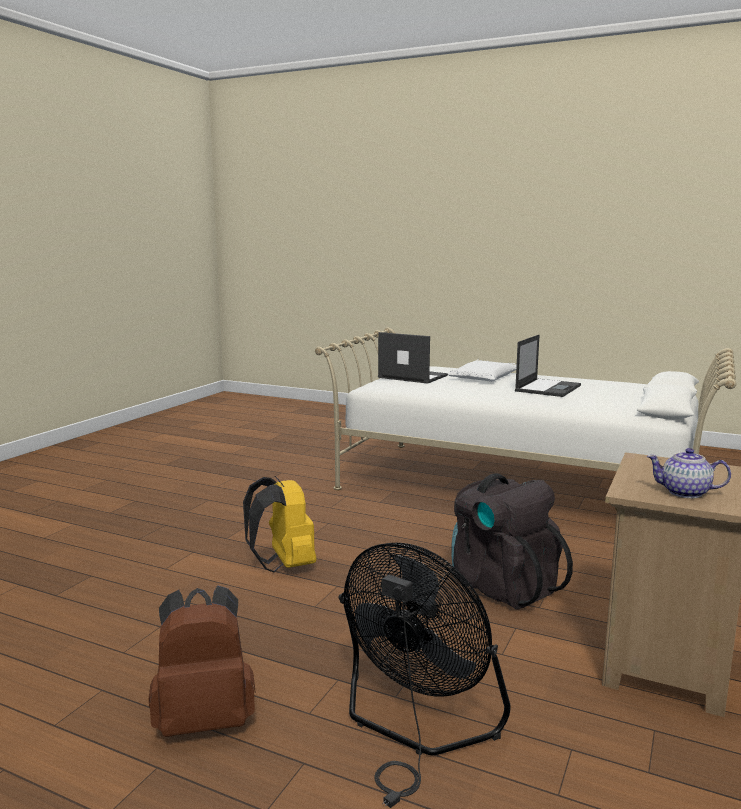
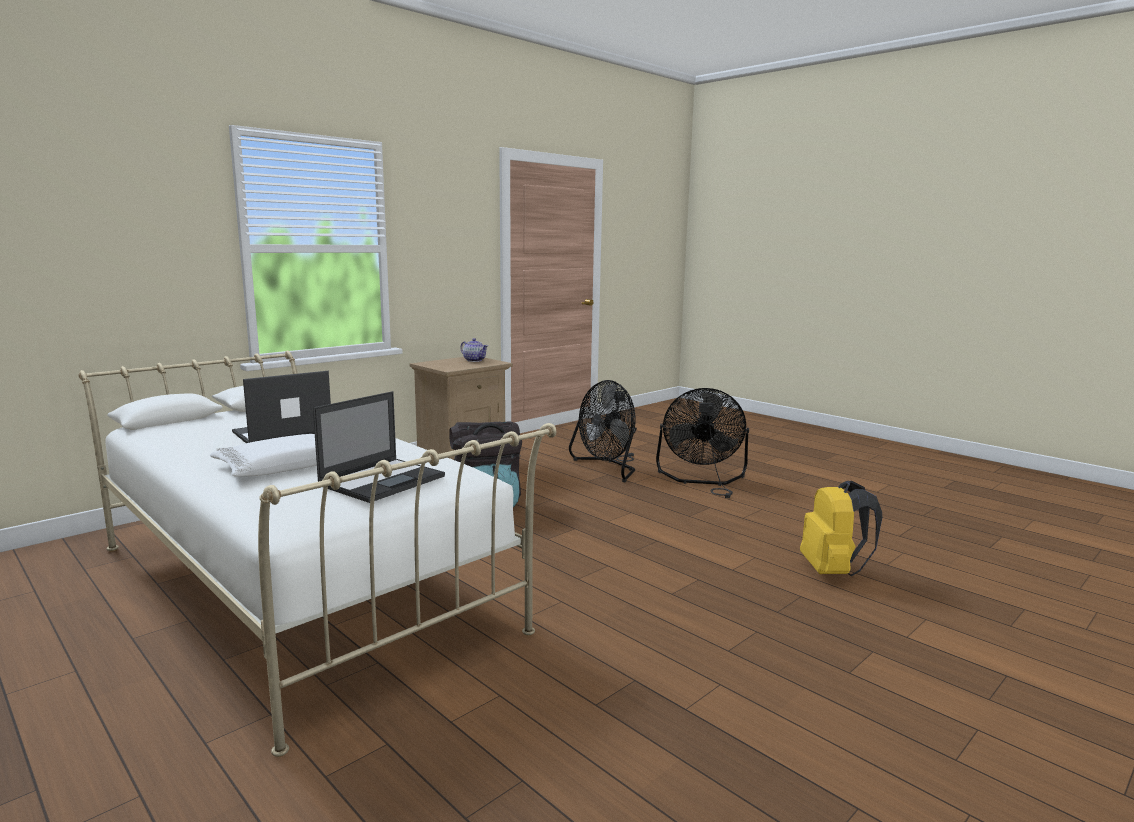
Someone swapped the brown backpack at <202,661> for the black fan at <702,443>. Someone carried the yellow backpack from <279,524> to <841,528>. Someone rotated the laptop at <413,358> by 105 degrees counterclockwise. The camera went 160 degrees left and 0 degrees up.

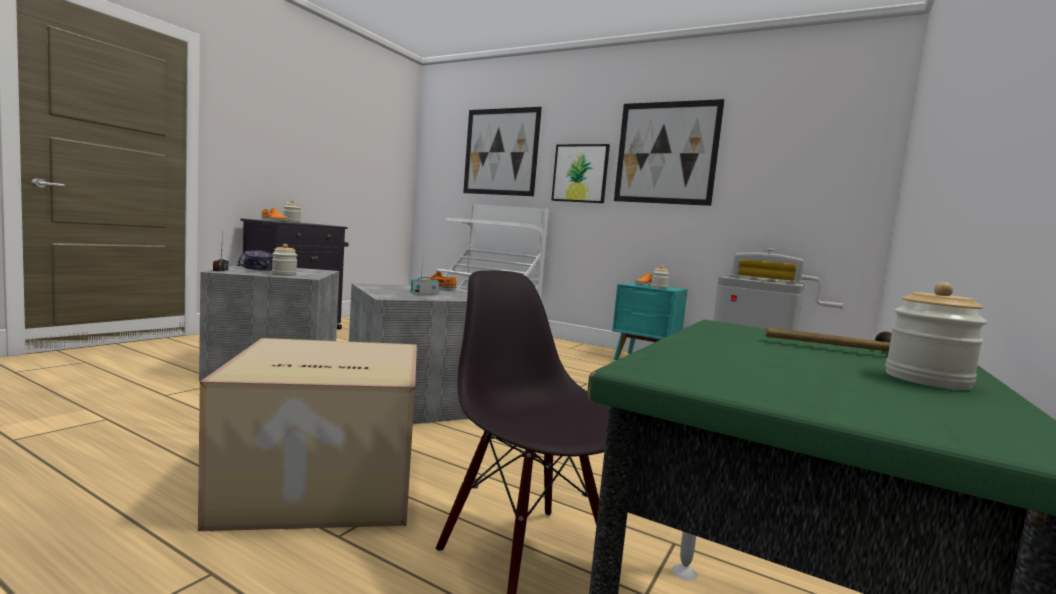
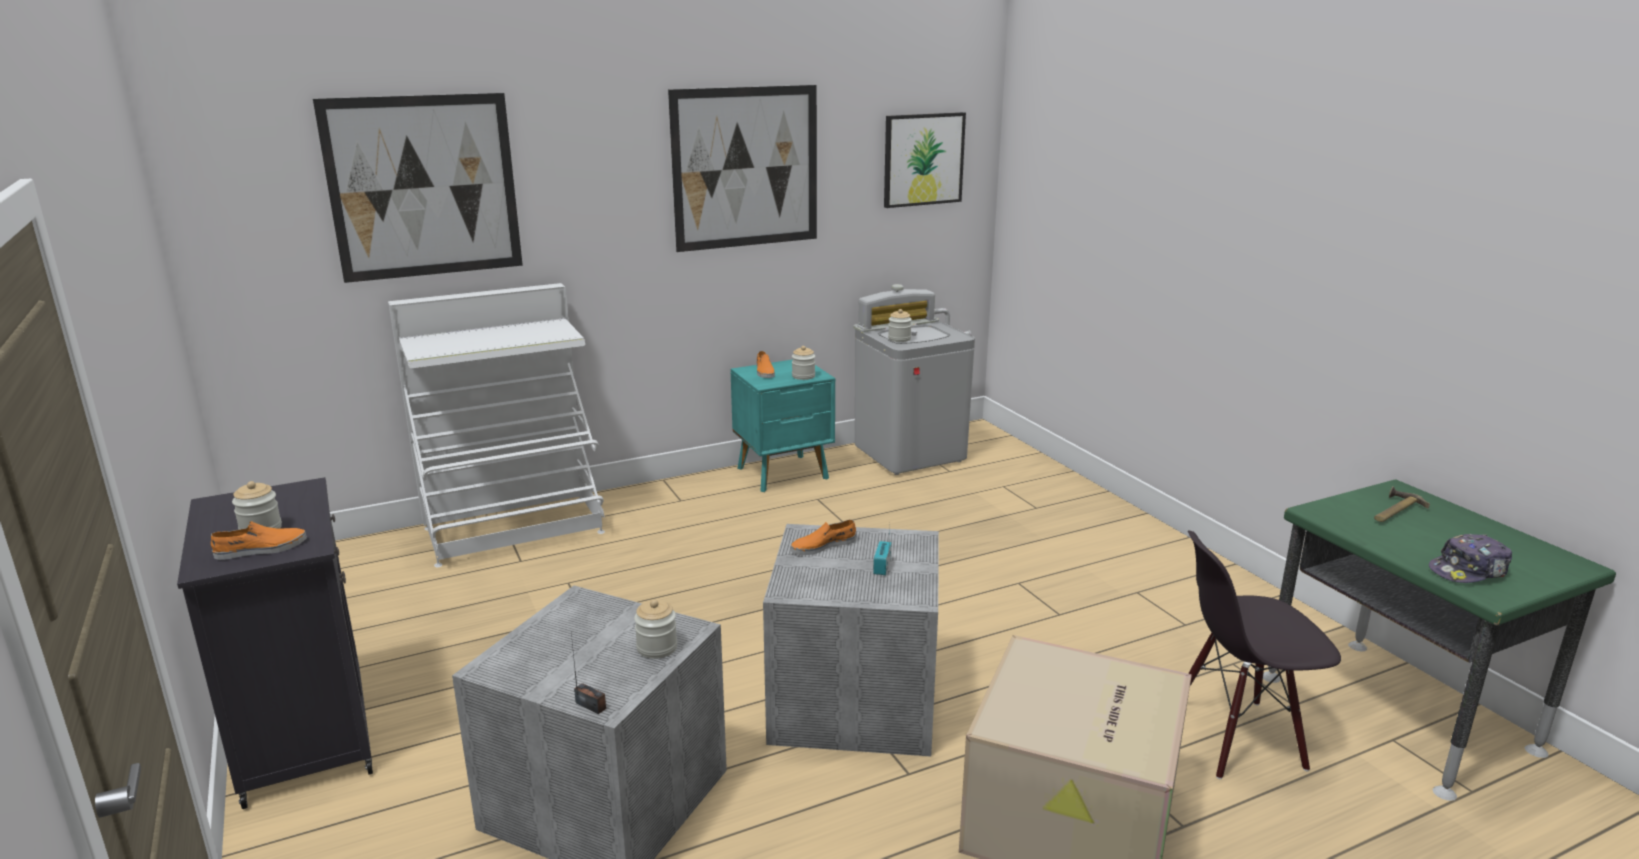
Someone carried the cap from <254,260> to <1470,558>. Someone carried the picture from <580,173> to <925,160>. Someone carried the jar from <936,336> to <900,325>. The camera went 55 degrees left and 15 degrees up.

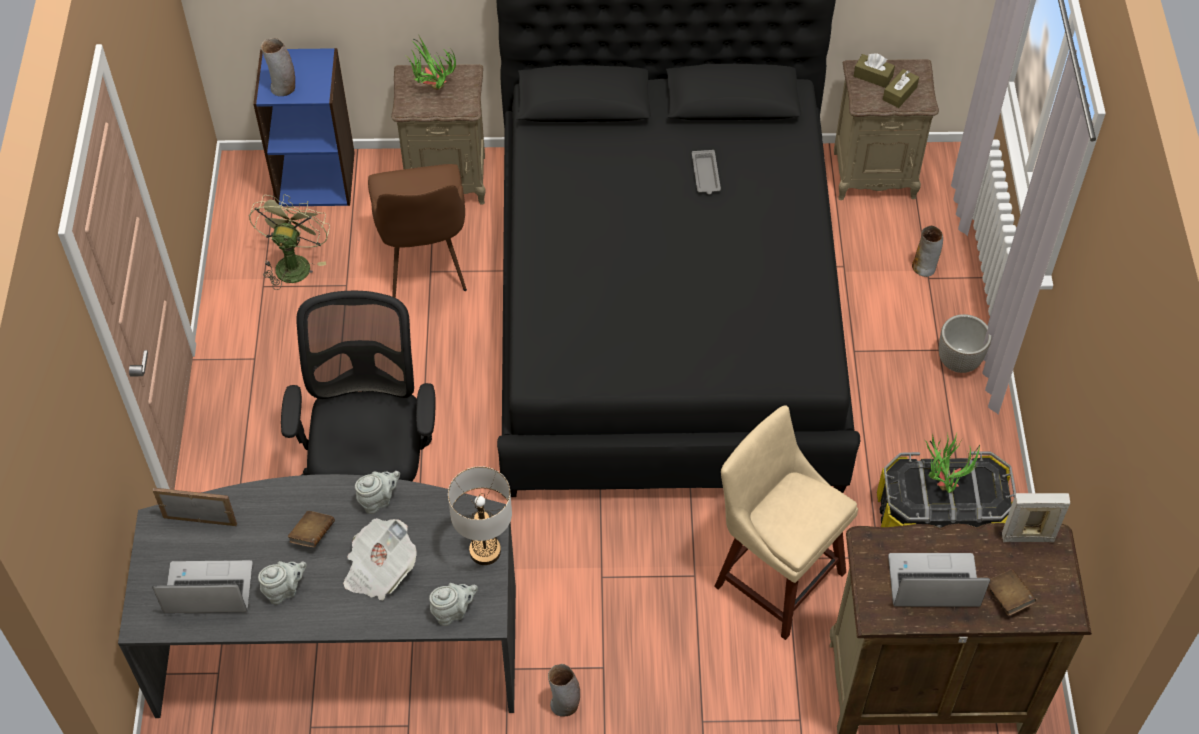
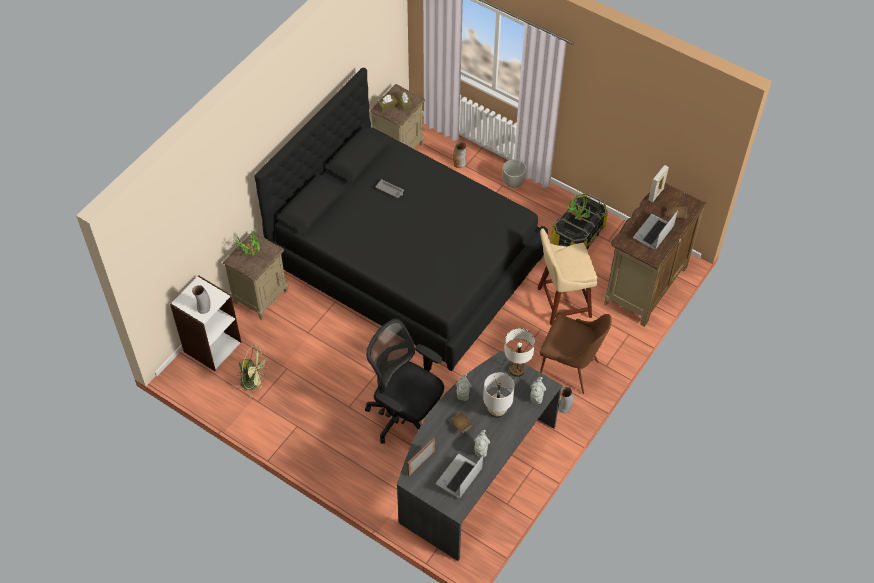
Someone rotated the green fan at <289,242> by 150 degrees clockwise. Someone repainted the blue bookcase at <304,127>, which became the white bookcase at <205,323>. Someone swapped the newspaper at <379,559> for the white table lamp at <499,395>. Someone carried the brown chair from <417,231> to <576,354>. The camera went 55 degrees left and 0 degrees up.

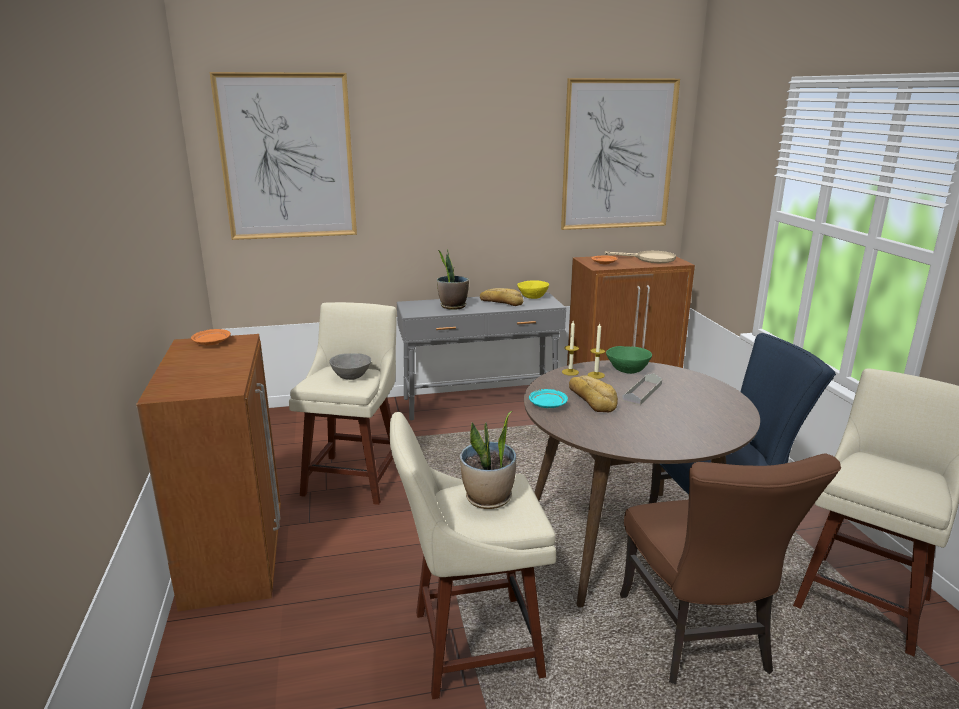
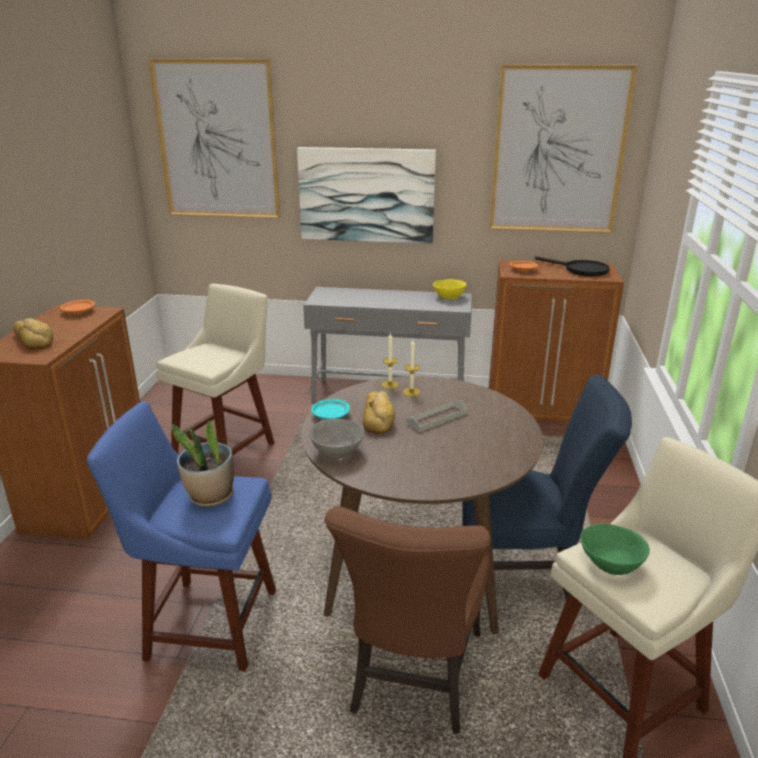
Someone carried the grey bowl from <350,366> to <336,439>. Someone repainted the beige stool at <473,555>, which became the blue stool at <181,536>. Someone took away the potted plant at <453,279>. Someone carried the bread from <501,297> to <33,334>. Someone repainted the beige frying pan at <640,257>, which became the black frying pan at <572,266>. Someone carried the green bowl from <629,360> to <615,549>. Someone put up the picture at <366,195>. The camera went 20 degrees right and 5 degrees up.

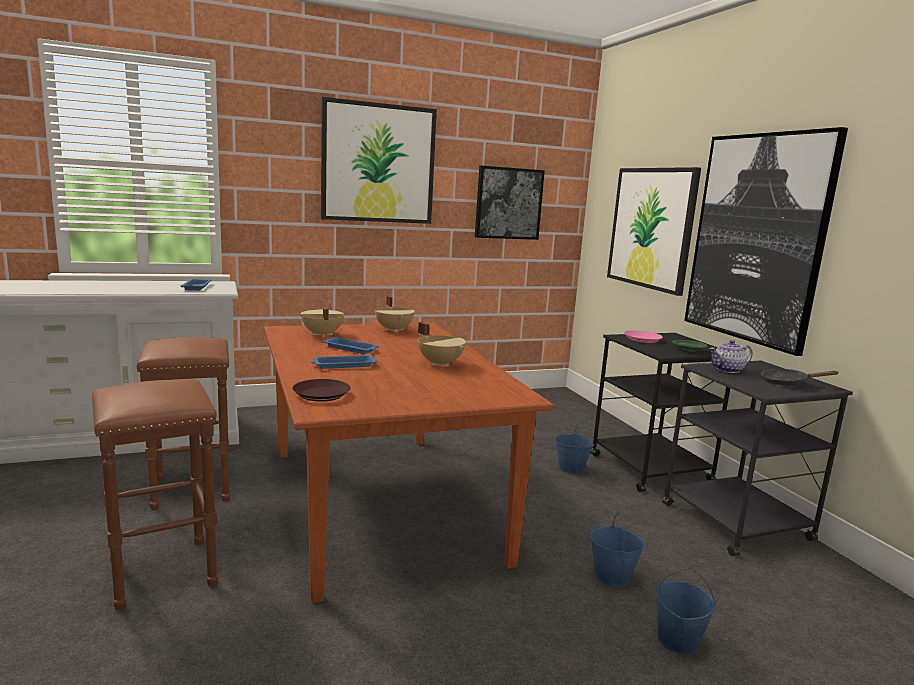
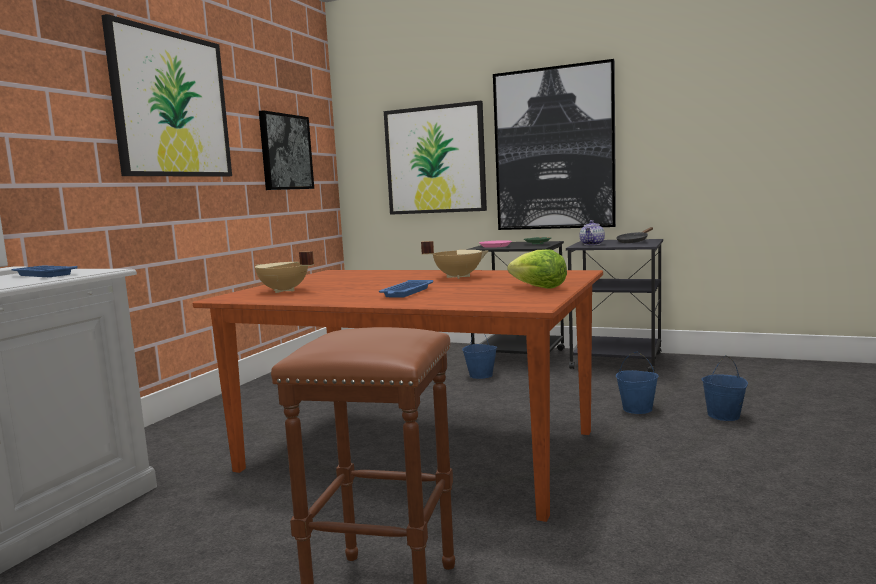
Someone took away the brown stool at <183,423>. Someone took away the brown plate at <321,390>. Someone took away the blue tray at <350,345>. Someone took away the beige cooking pot at <395,314>. Someone put down the lettuce at <537,269>. The camera went 45 degrees left and 5 degrees down.

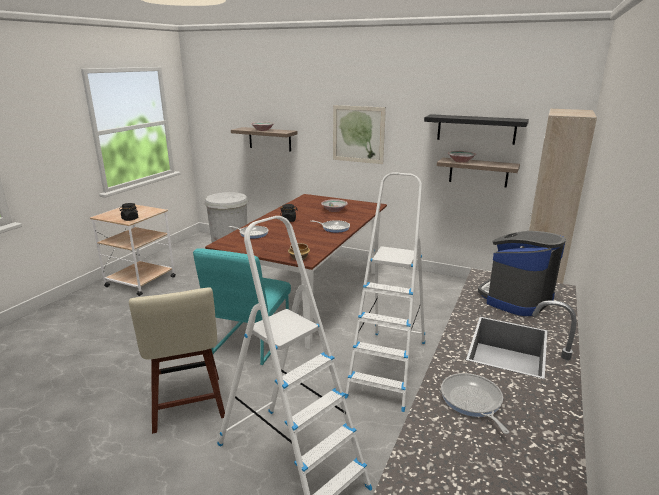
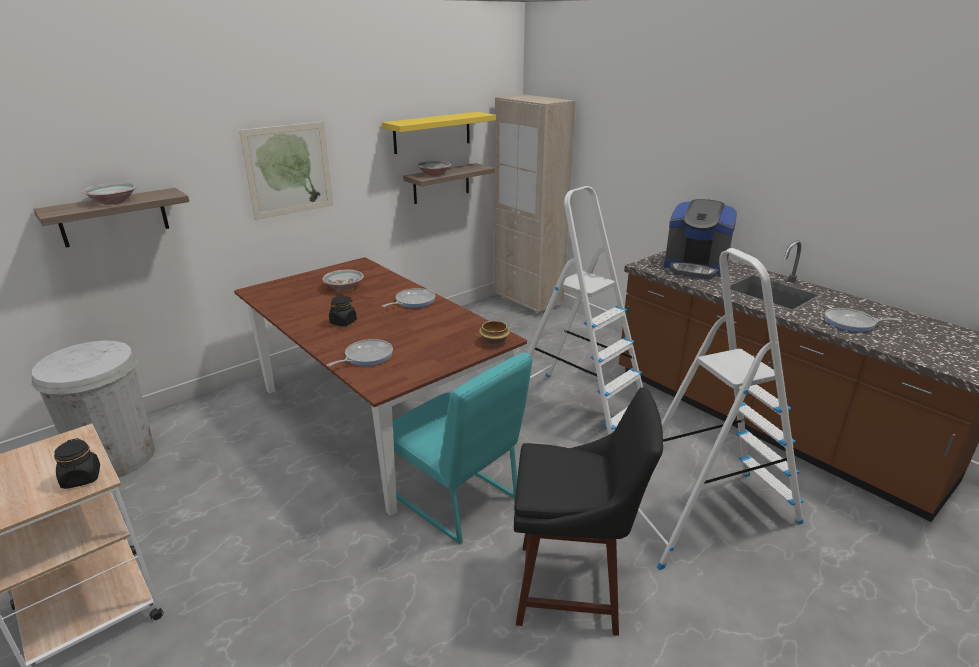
Someone repainted the beige stool at <177,360>, which became the black stool at <588,511>. Someone repainted the black shelf at <476,129>, which became the yellow shelf at <439,133>. Someone rotated the coffee machine at <522,273> by 45 degrees counterclockwise. The camera went 65 degrees left and 5 degrees up.

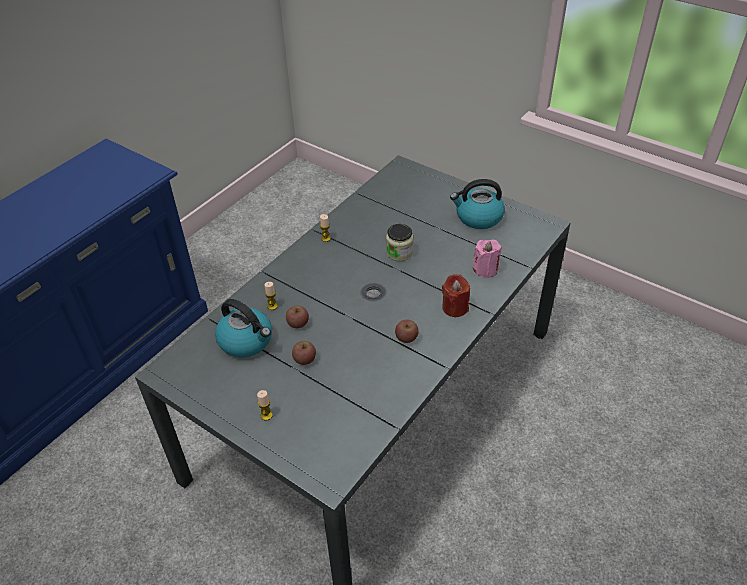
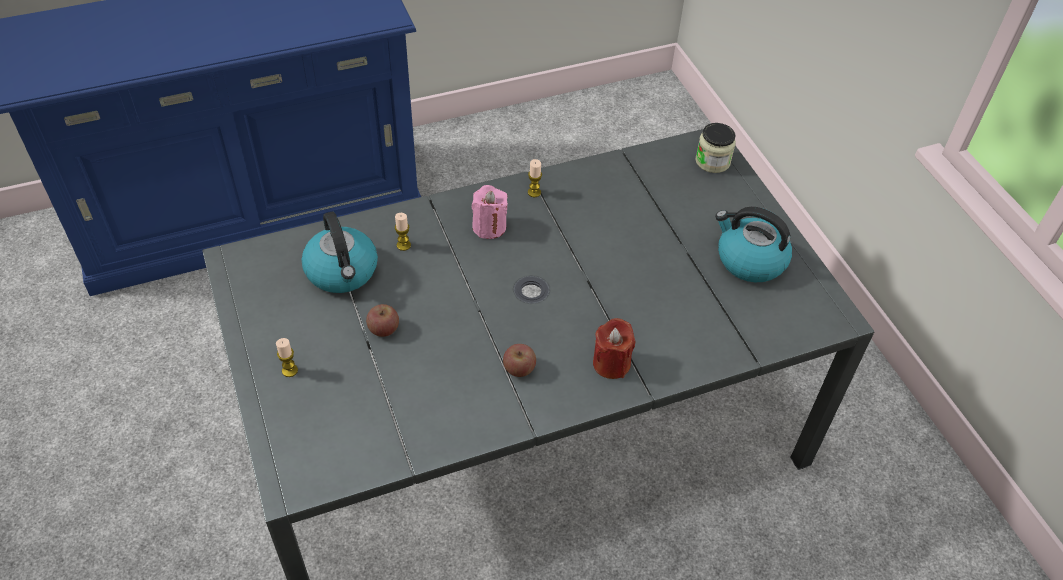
Someone took away the apple at <297,317>. Someone carried the jar from <399,242> to <715,148>. Someone carried the pink candle from <487,259> to <490,212>. The camera went 30 degrees right and 5 degrees up.

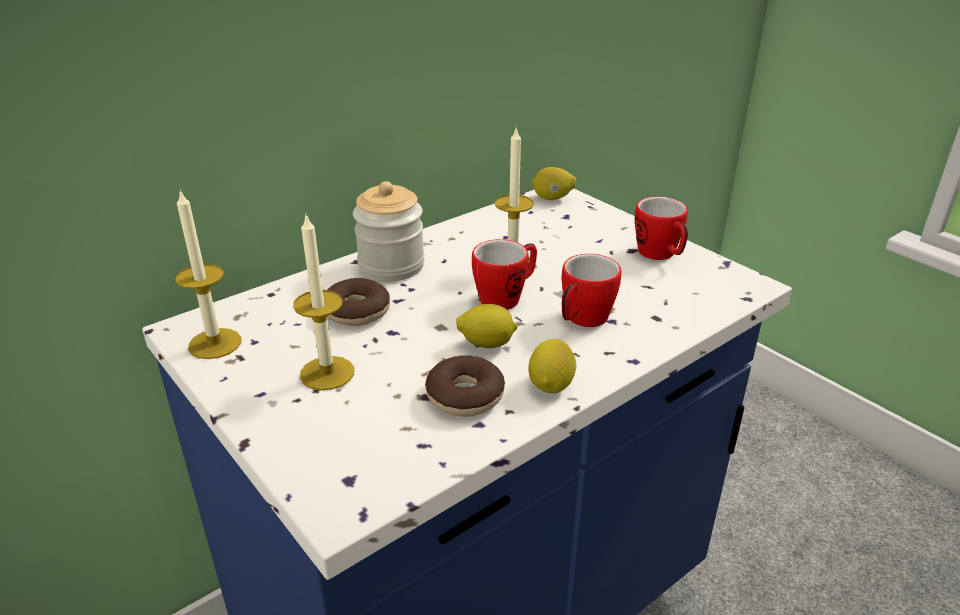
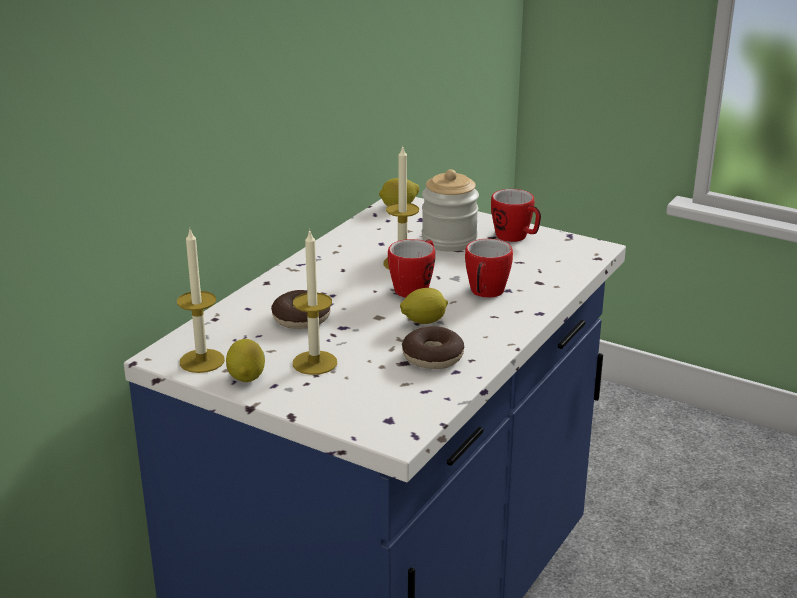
Someone carried the jar from <389,231> to <450,210>. Someone carried the lemon from <552,366> to <245,360>. The camera went 20 degrees left and 5 degrees down.

